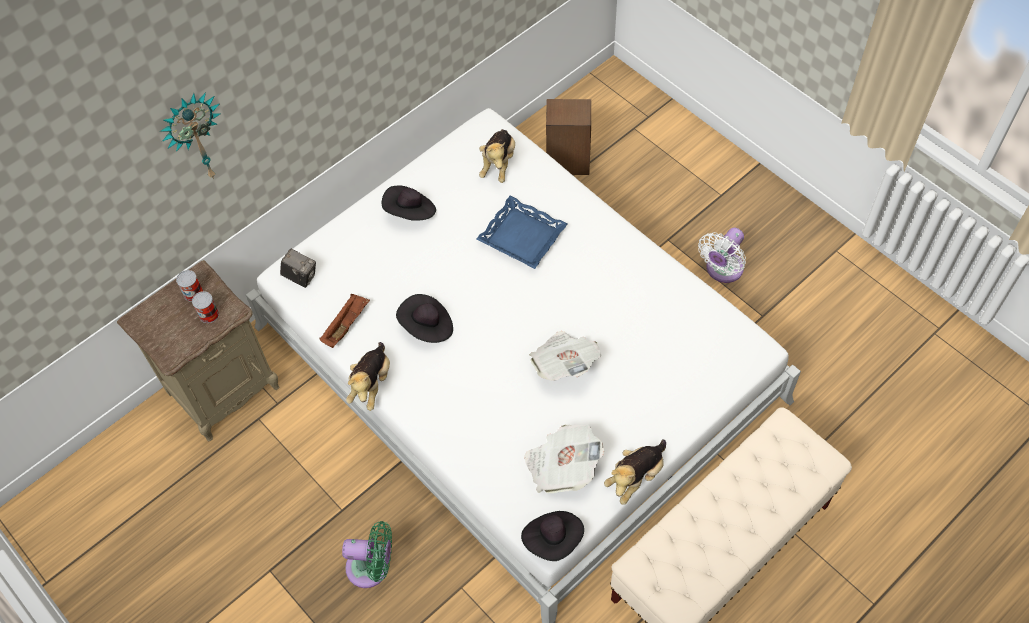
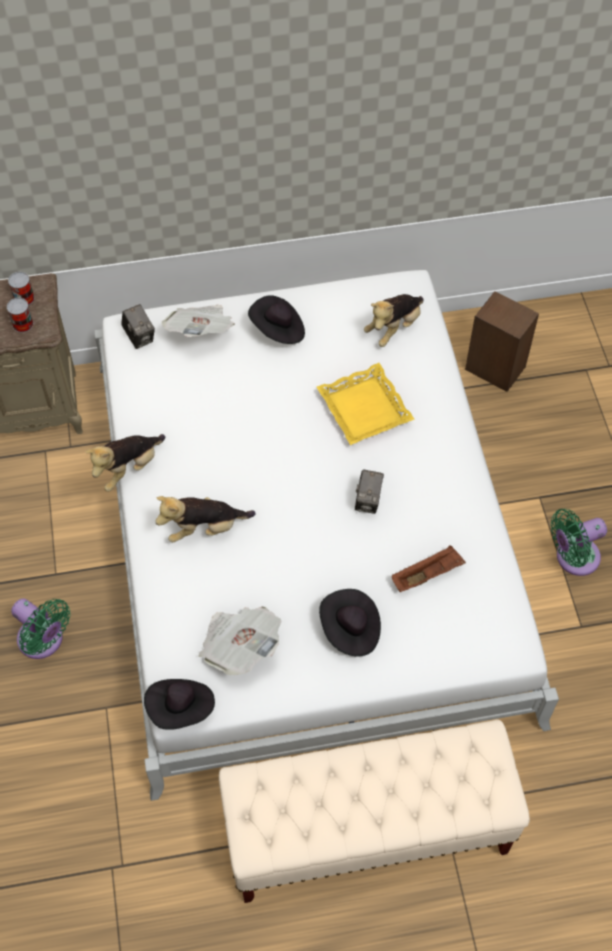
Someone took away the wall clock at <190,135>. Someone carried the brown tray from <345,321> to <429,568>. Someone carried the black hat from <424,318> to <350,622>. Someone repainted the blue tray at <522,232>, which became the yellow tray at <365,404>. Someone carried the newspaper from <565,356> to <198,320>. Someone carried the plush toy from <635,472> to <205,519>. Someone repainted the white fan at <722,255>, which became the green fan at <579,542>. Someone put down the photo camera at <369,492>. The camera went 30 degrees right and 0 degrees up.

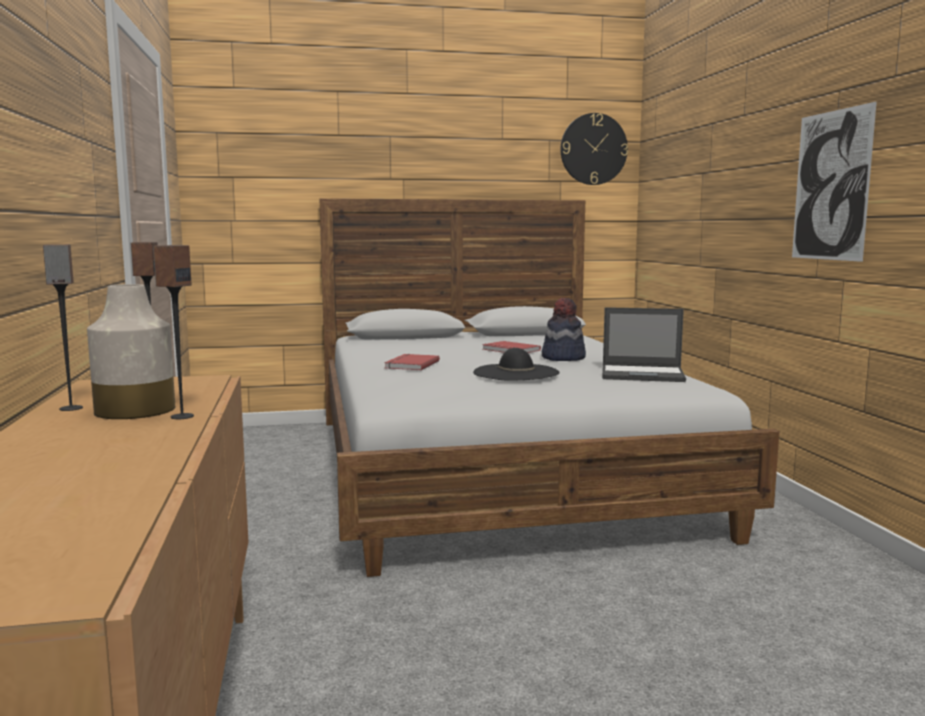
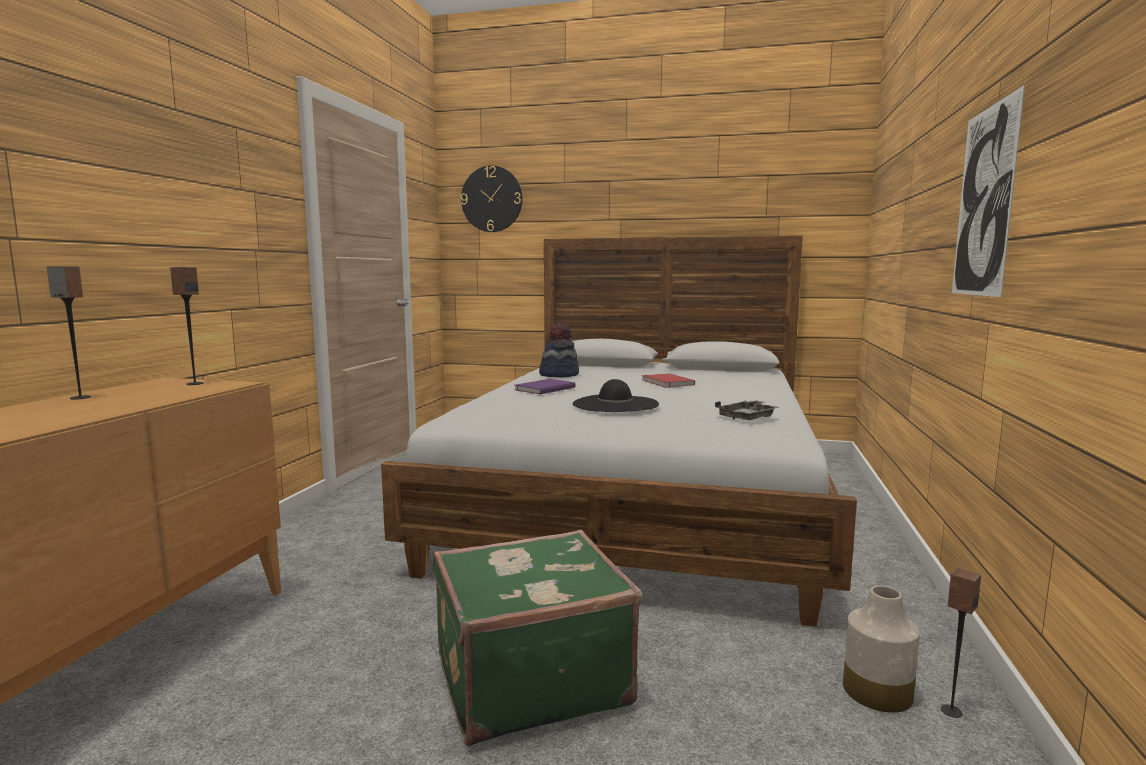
Someone carried the beige vase from <131,351> to <881,649>. Someone carried the speaker from <173,332> to <961,643>. Someone repainted the red book at <412,362>, which became the purple book at <545,387>. Someone carried the hat from <564,329> to <559,350>. Someone carried the wall clock from <594,149> to <492,199>. Someone swapped the laptop at <644,344> for the grey tray at <747,410>. Someone put down the green suitcase at <537,638>. The camera went 25 degrees right and 0 degrees up.

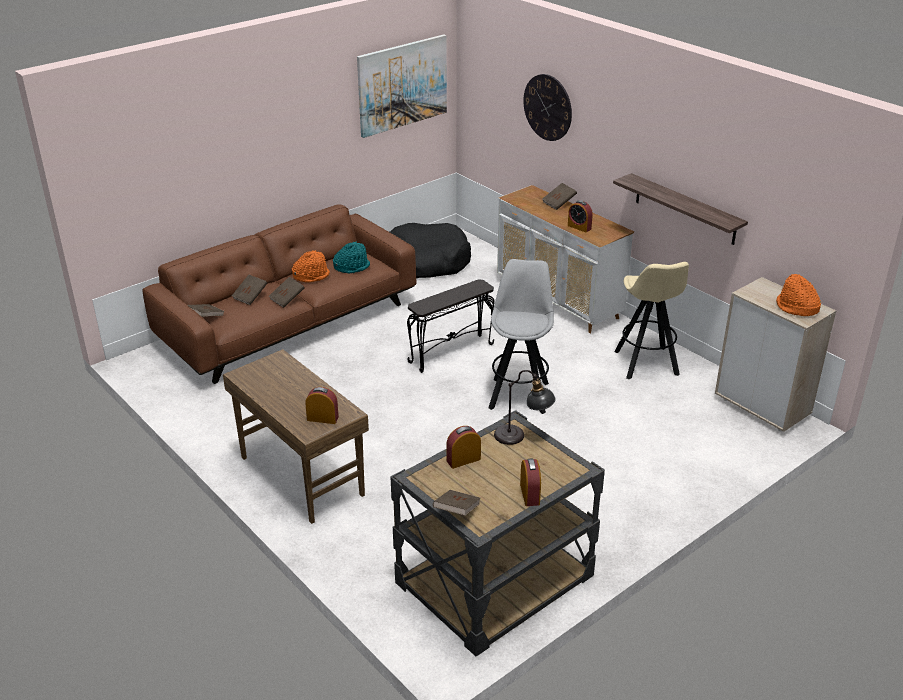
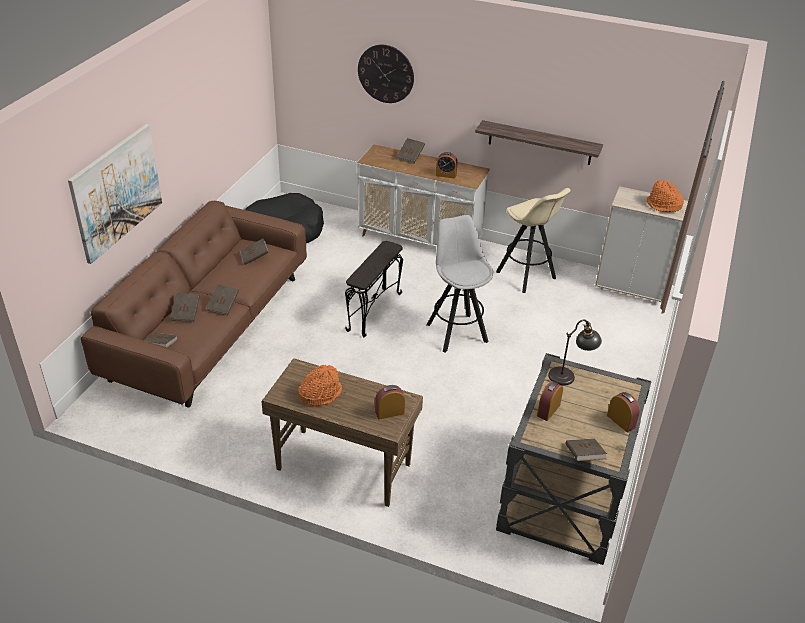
Someone carried the orange hat from <311,266> to <320,385>. Someone swapped the turquoise hat at <351,257> for the brown book at <254,252>. Someone carried the picture from <402,86> to <115,194>. The camera went 30 degrees left and 5 degrees up.

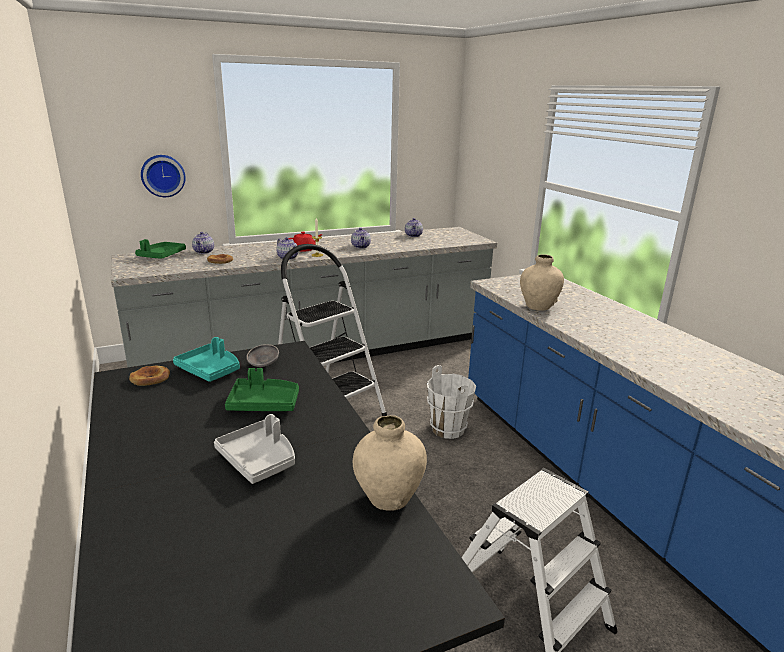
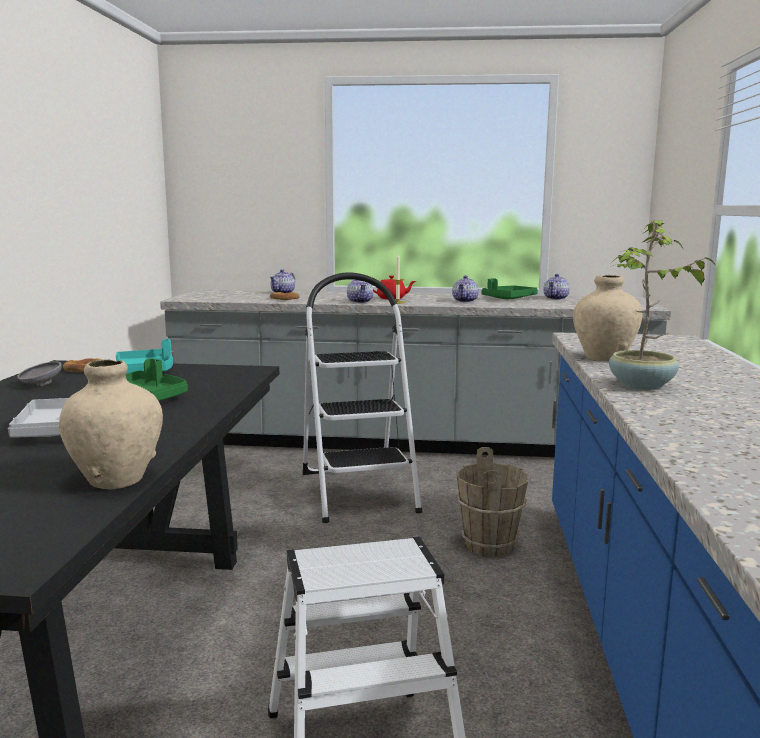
Someone carried the green tray from <160,249> to <509,288>. Someone took away the wall clock at <163,176>. Someone carried the grey bowl from <262,355> to <39,373>. Someone repainted the white bucket at <451,402>, which became the brown bucket at <492,502>. Someone put down the potted plant at <663,305>. The camera went 30 degrees right and 10 degrees down.

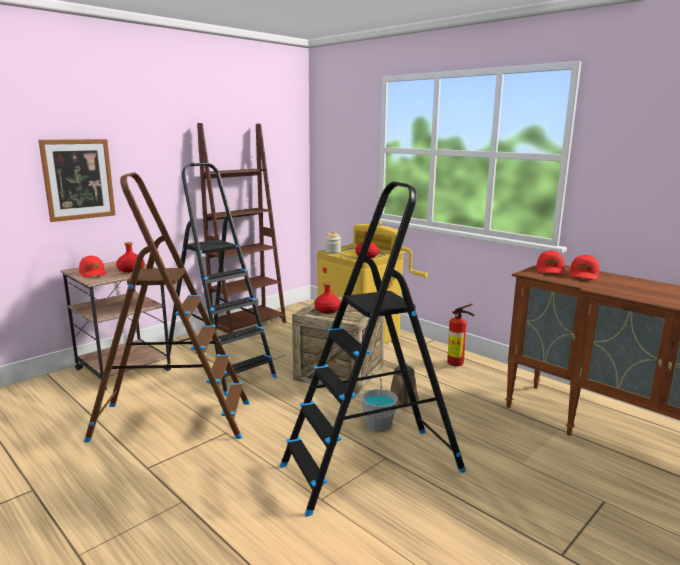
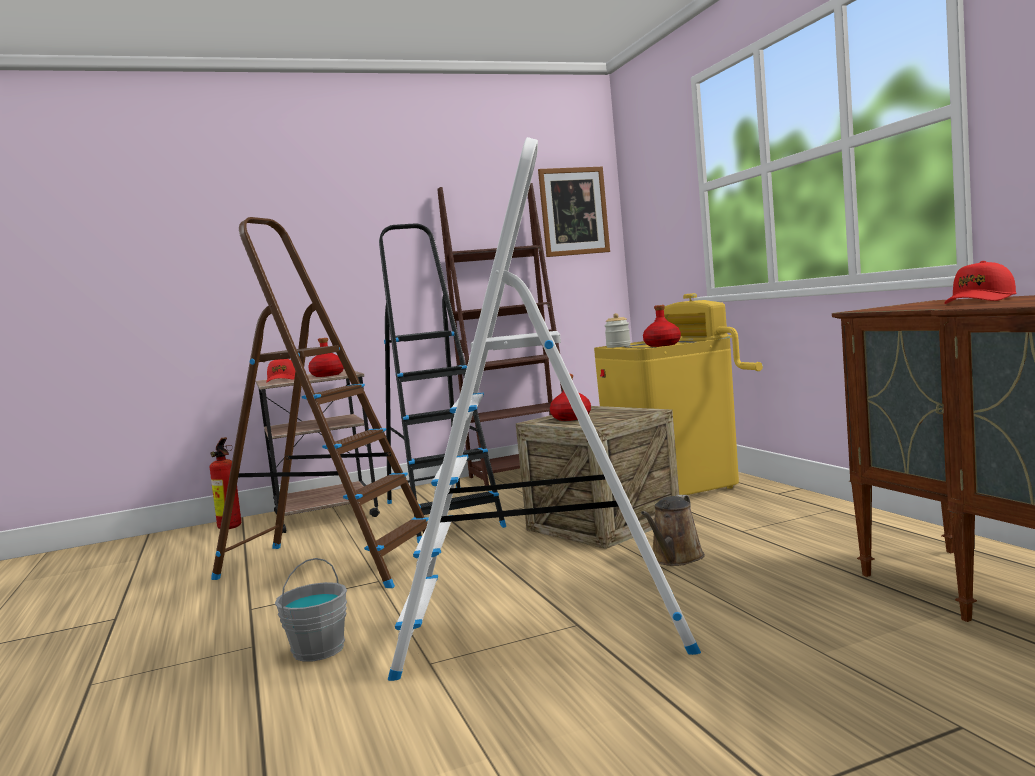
Someone carried the picture from <77,180> to <574,212>. Someone repainted the black step ladder at <373,349>, which became the white step ladder at <544,409>. Someone carried the grey bucket from <379,405> to <311,610>. Someone carried the fire extinguisher from <461,334> to <225,483>. Someone took away the red cap at <550,262>. The camera went 25 degrees right and 10 degrees down.

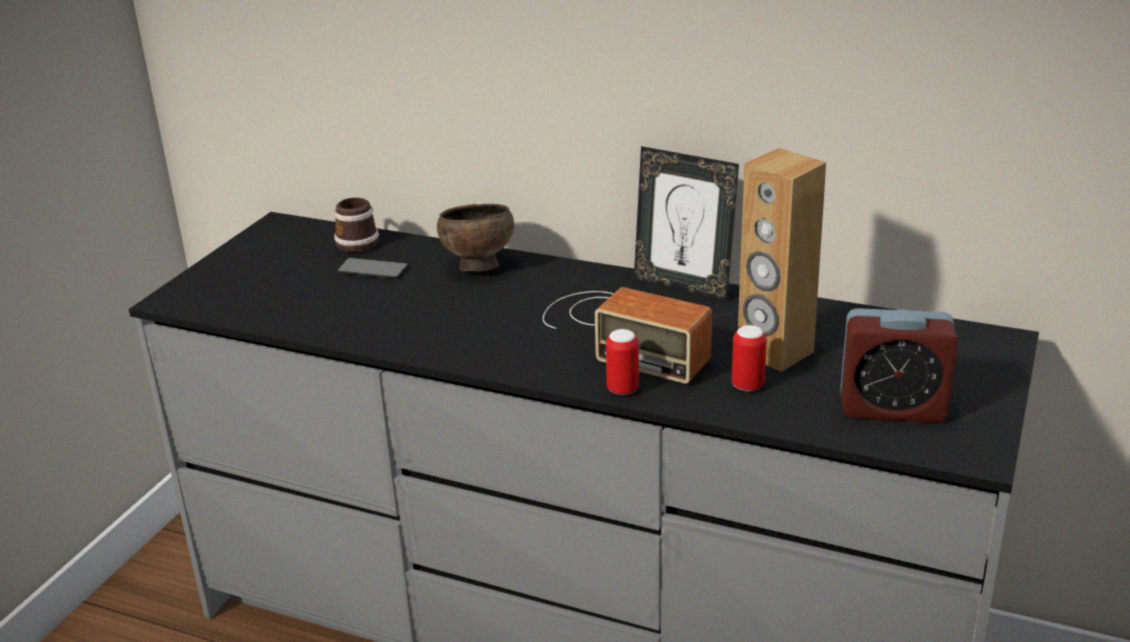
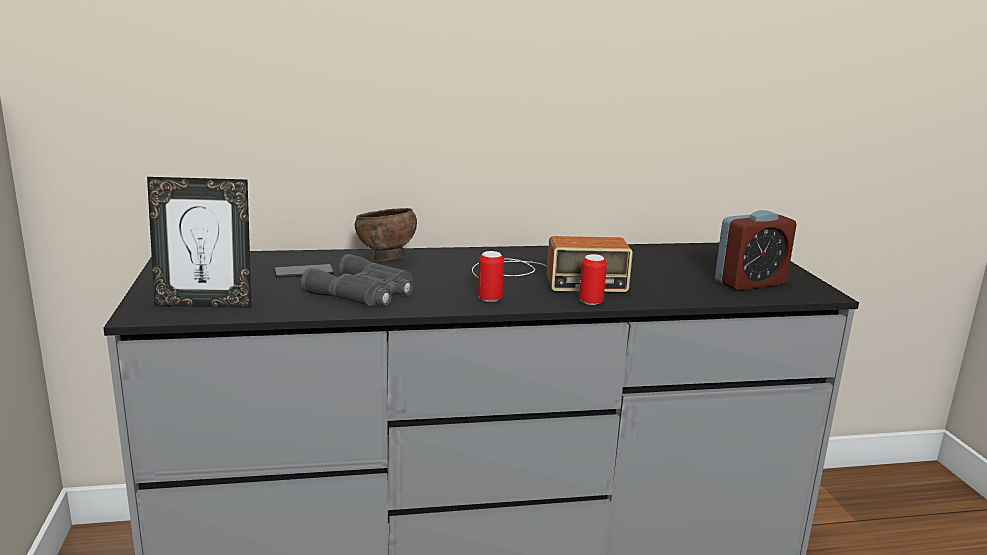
Someone took away the mug at <356,225>. Someone carried the picture frame from <686,224> to <199,242>. Someone carried the can from <749,358> to <491,276>. Someone took away the brown speaker at <782,260>. Someone put down the grey binoculars at <357,280>. The camera went 35 degrees left and 10 degrees down.

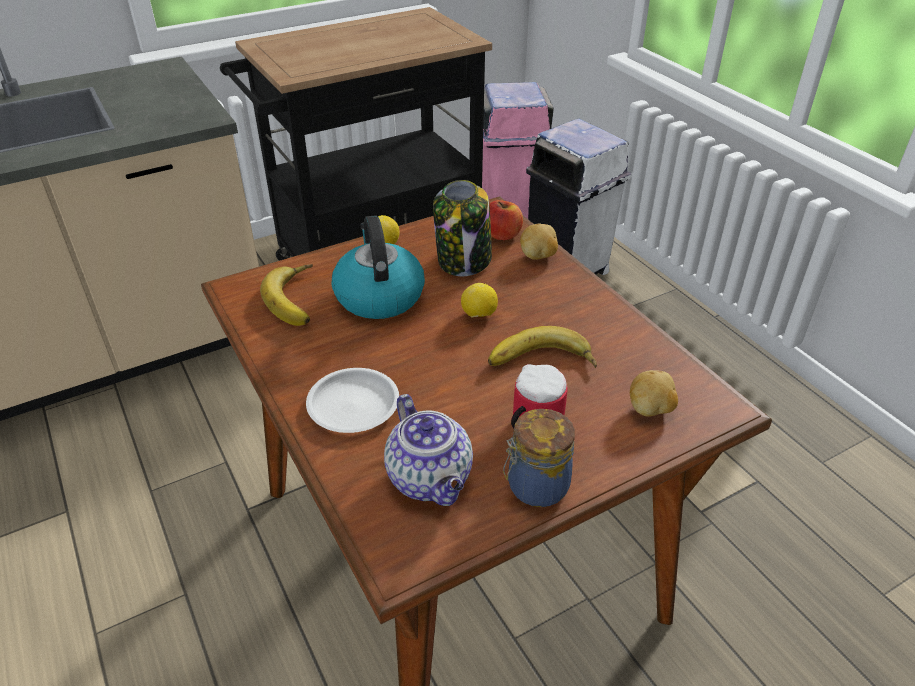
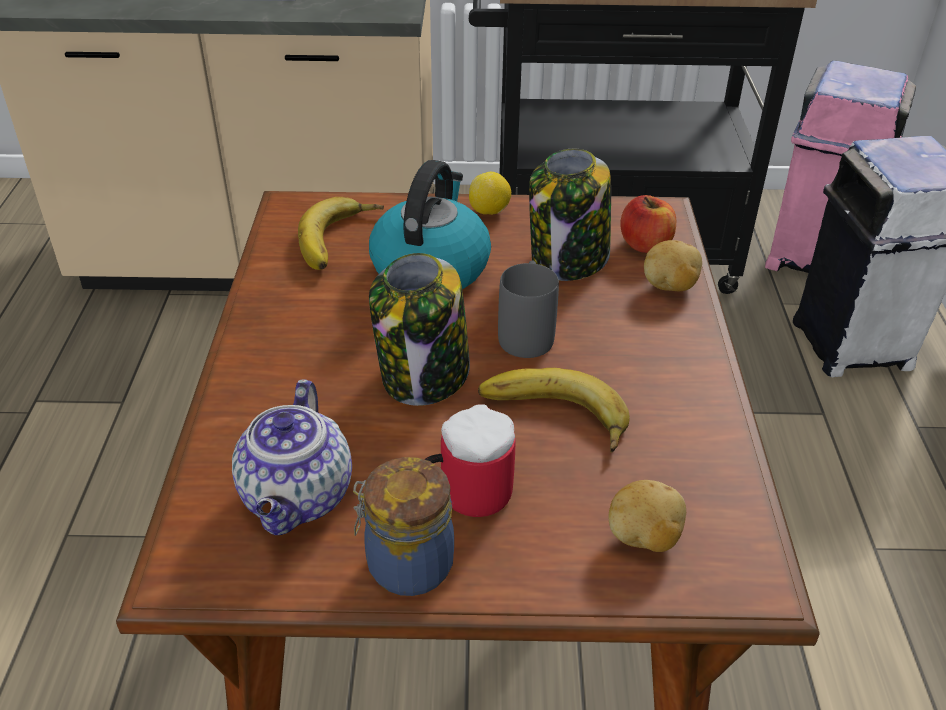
Someone took away the white plate at <352,400>. Someone swapped the lemon at <479,300> for the grey mug at <528,309>. Someone put down the jar at <419,329>. The camera went 30 degrees right and 0 degrees up.

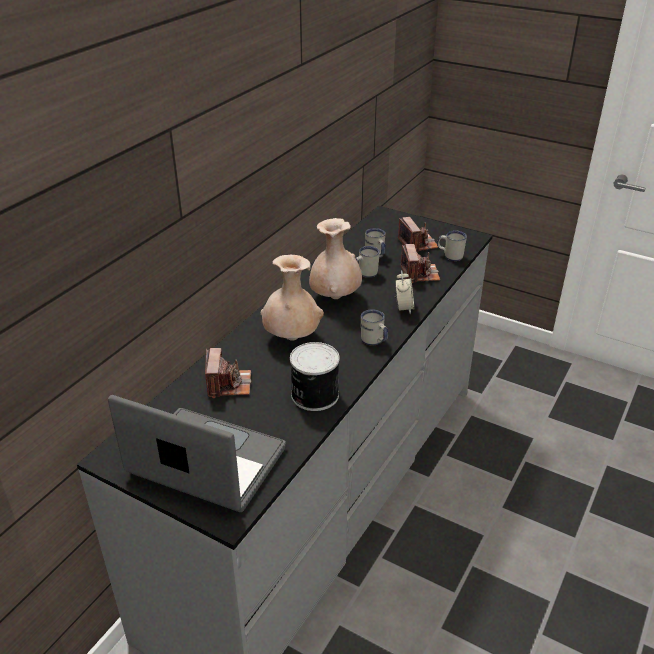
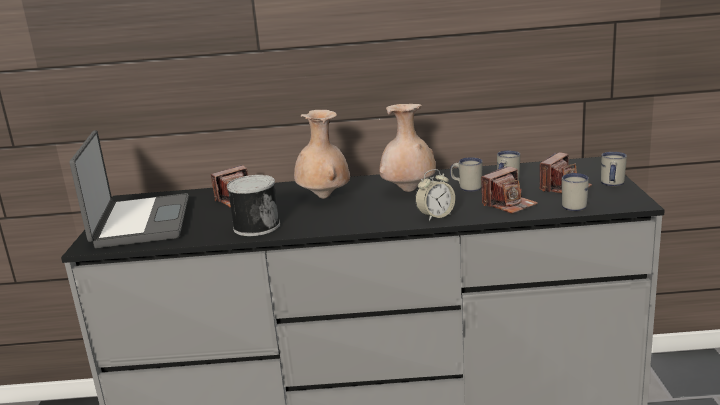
Someone carried the white mug from <374,327> to <614,169>. The camera went 60 degrees right and 15 degrees down.

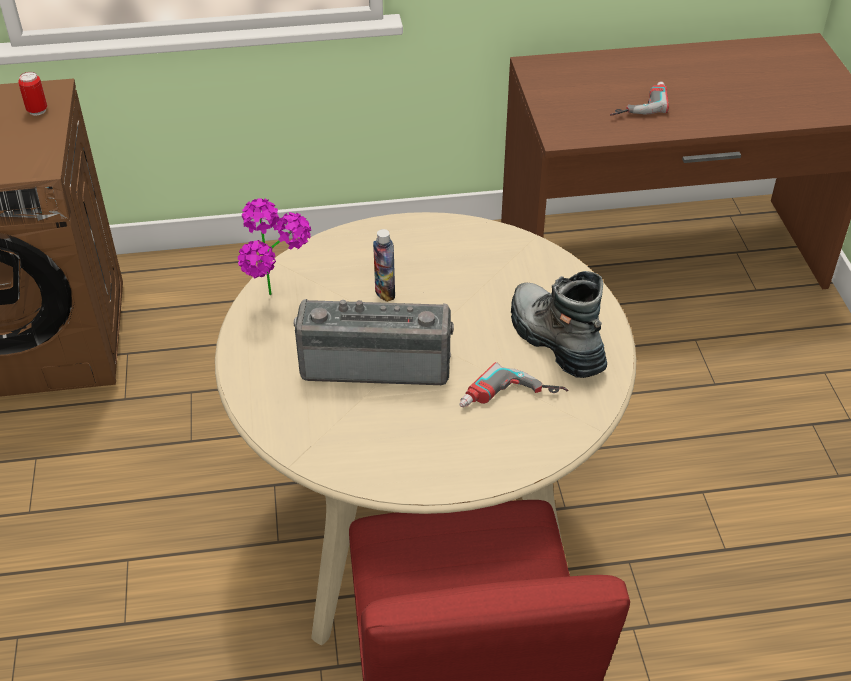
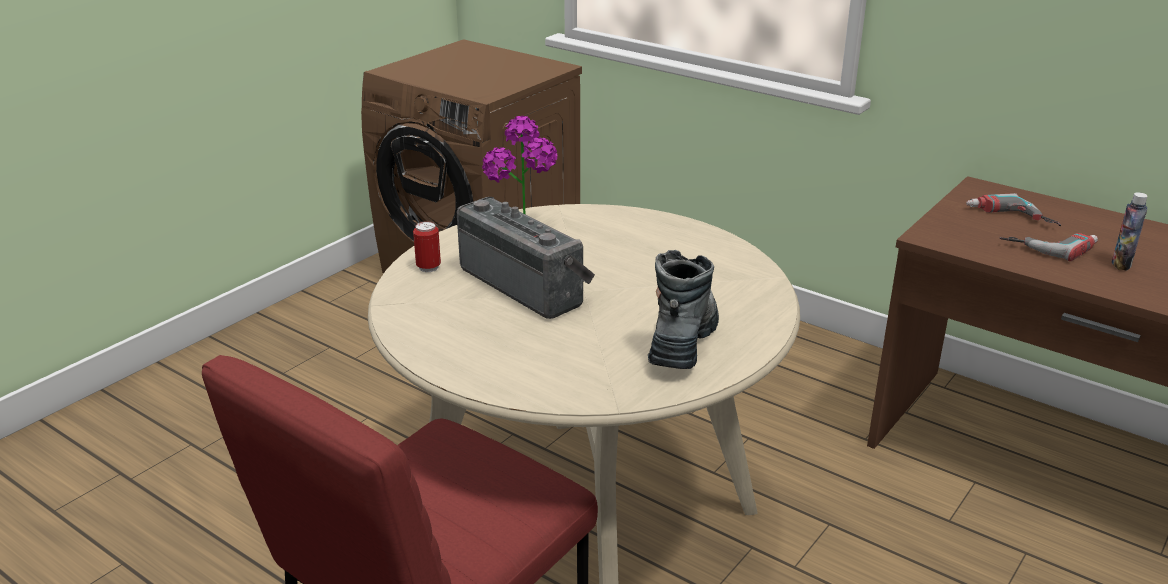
Someone carried the can from <32,94> to <427,246>. Someone carried the bottle from <384,265> to <1129,231>. Someone carried the power drill from <514,384> to <1013,209>. The camera went 45 degrees right and 15 degrees down.

